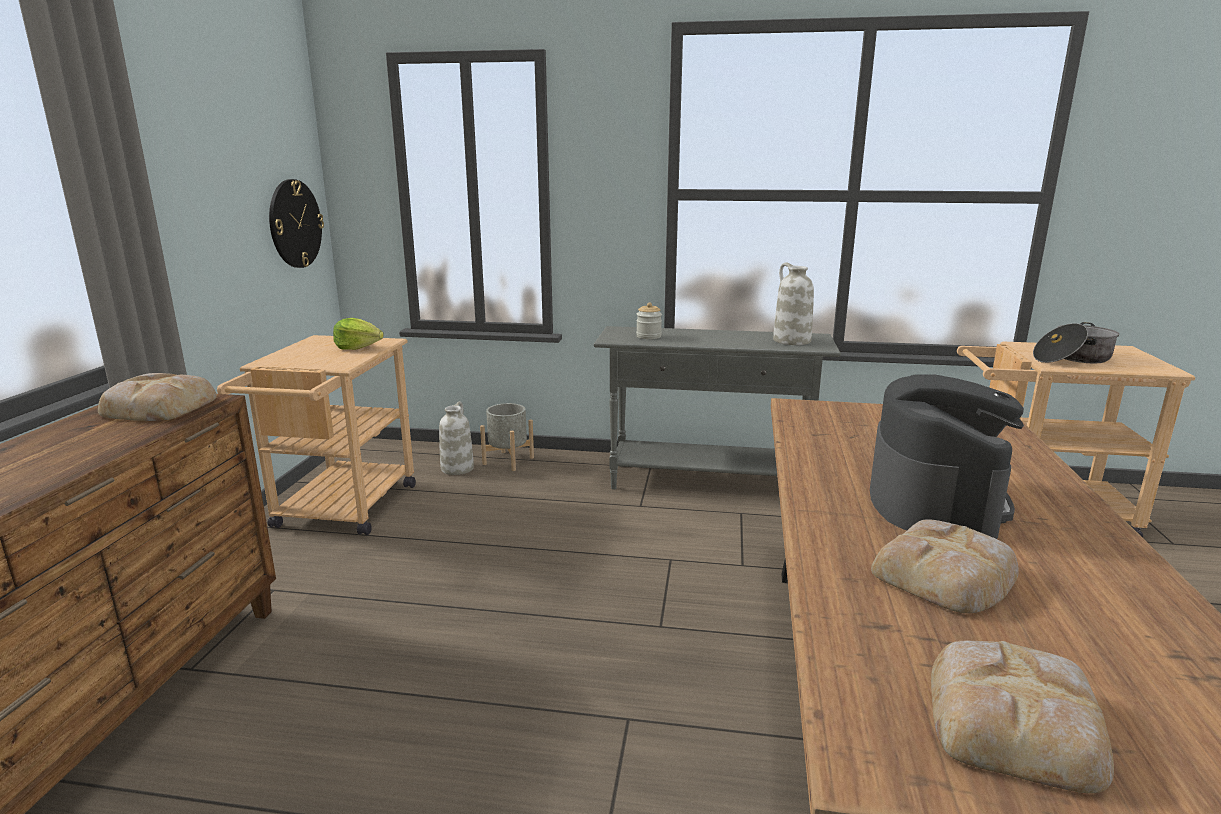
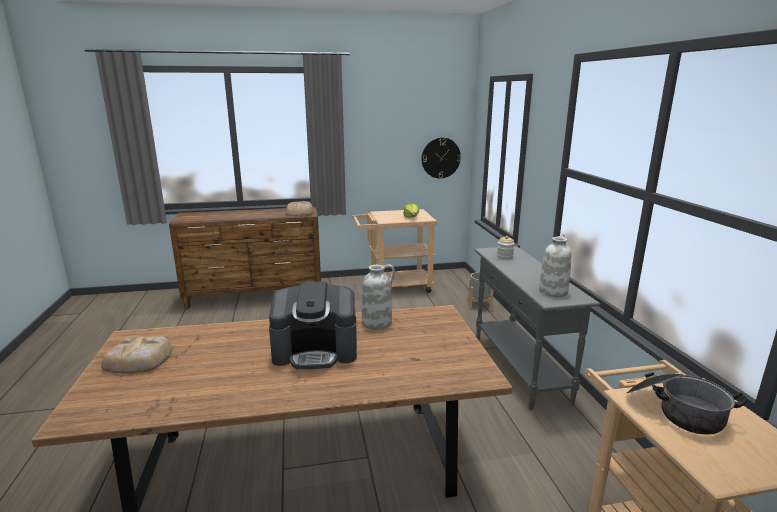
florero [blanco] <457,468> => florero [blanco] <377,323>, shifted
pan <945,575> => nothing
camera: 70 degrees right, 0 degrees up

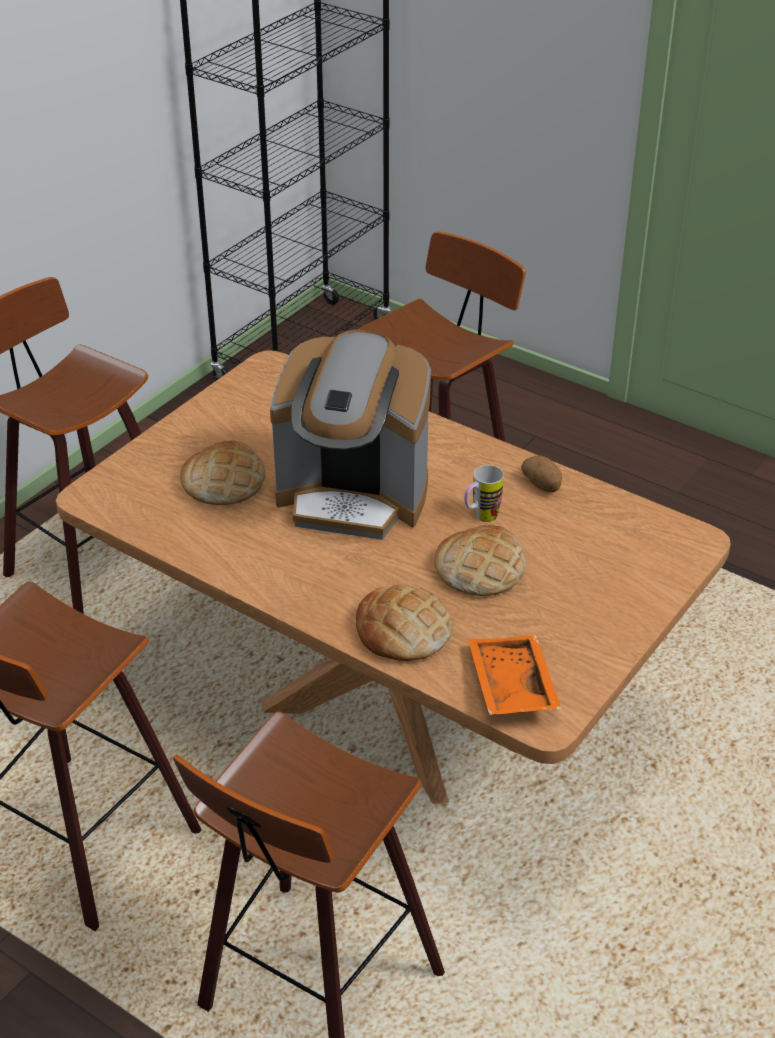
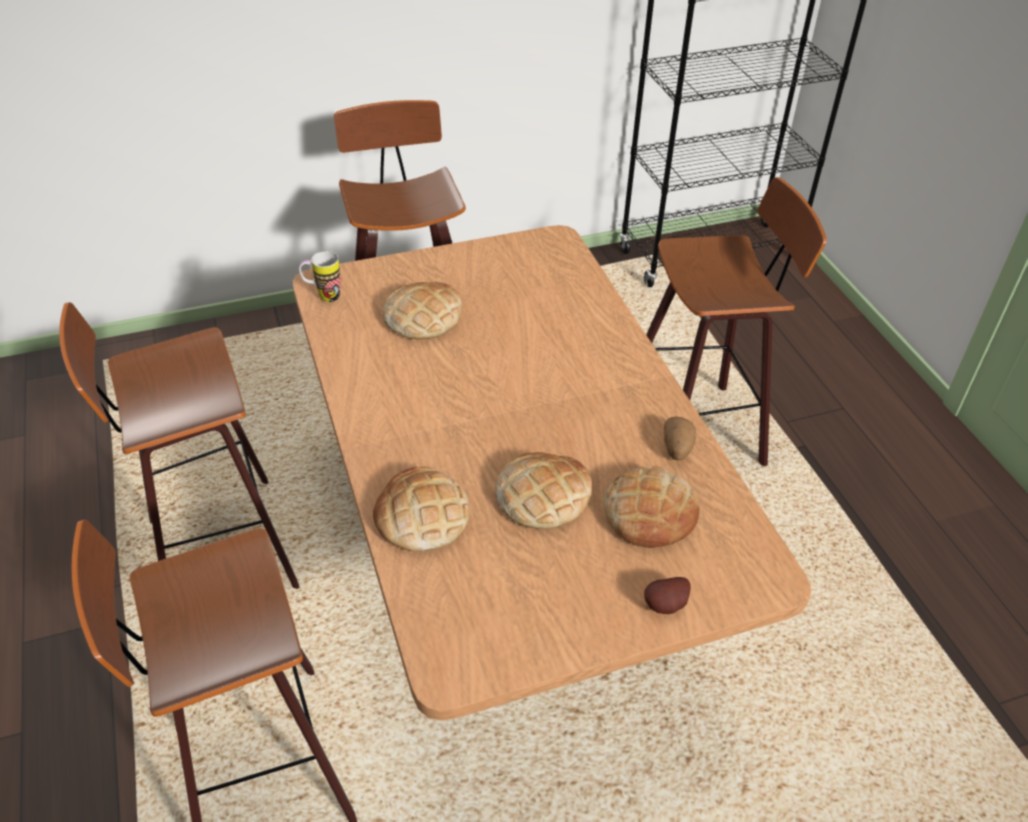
cafetera <353,497> => nothing
taza grande <480,518> => taza grande <323,296>, shifted
bandeja [naranja] <509,686> => nothing
nothing => pan <649,513>
nothing => patata <667,606>
camera: 35 degrees right, 5 degrees up

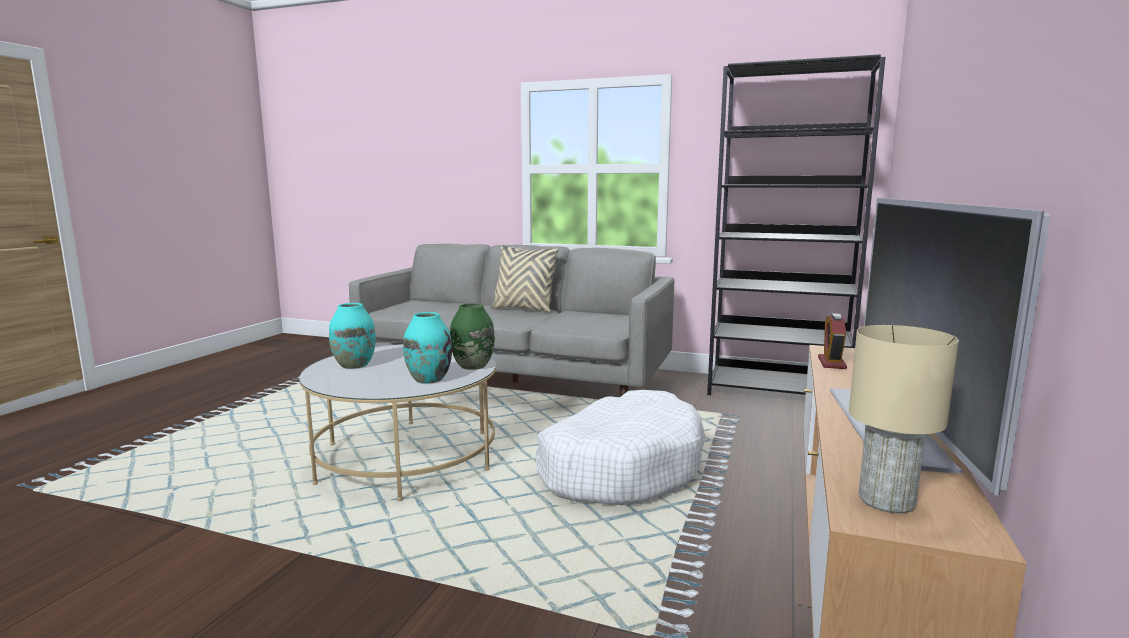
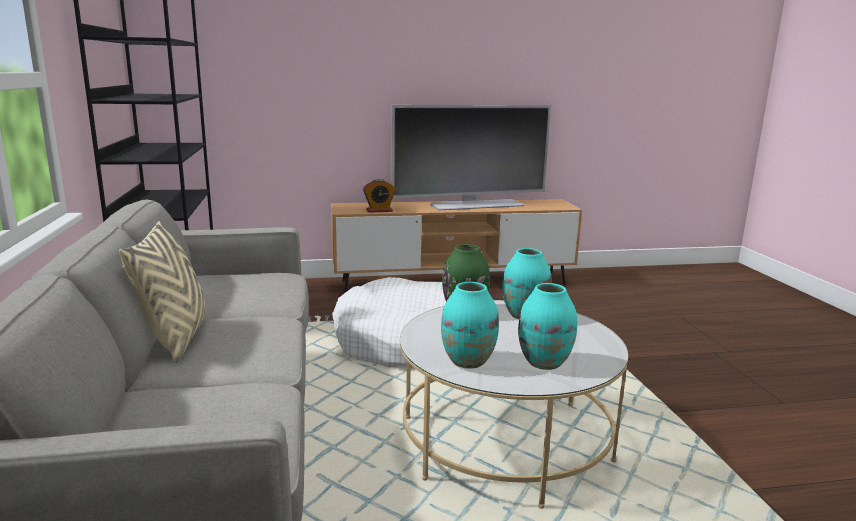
lámpara de mesa [beis] <888,501> => nothing
nothing => florero [turquesa] <468,362>
camera: 120 degrees left, 5 degrees up

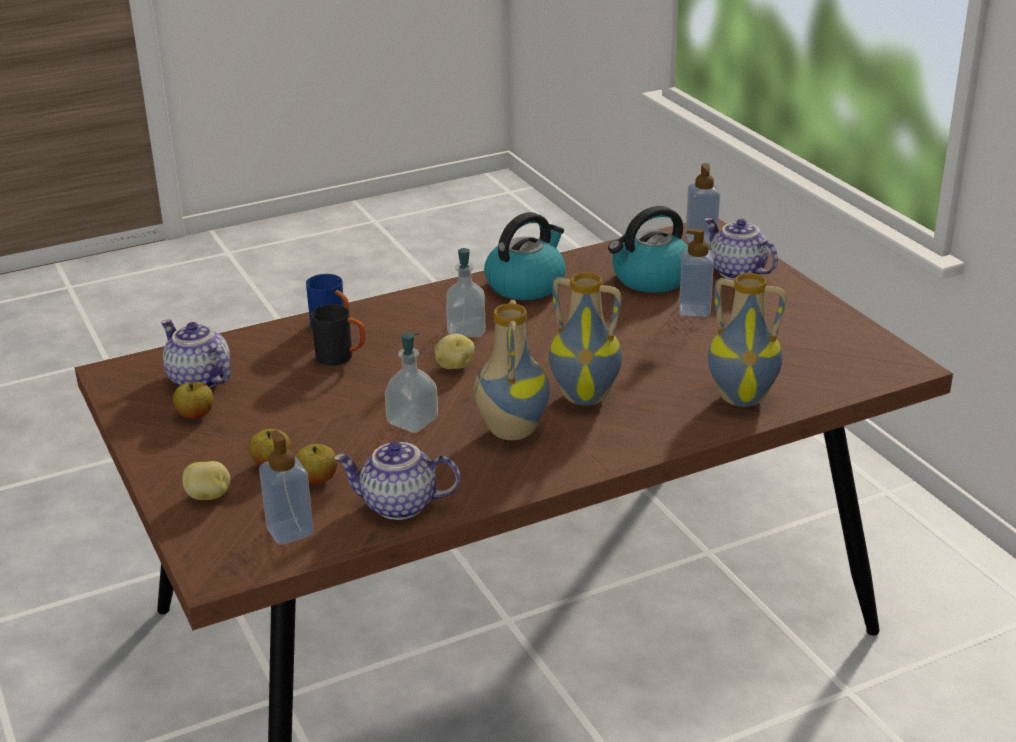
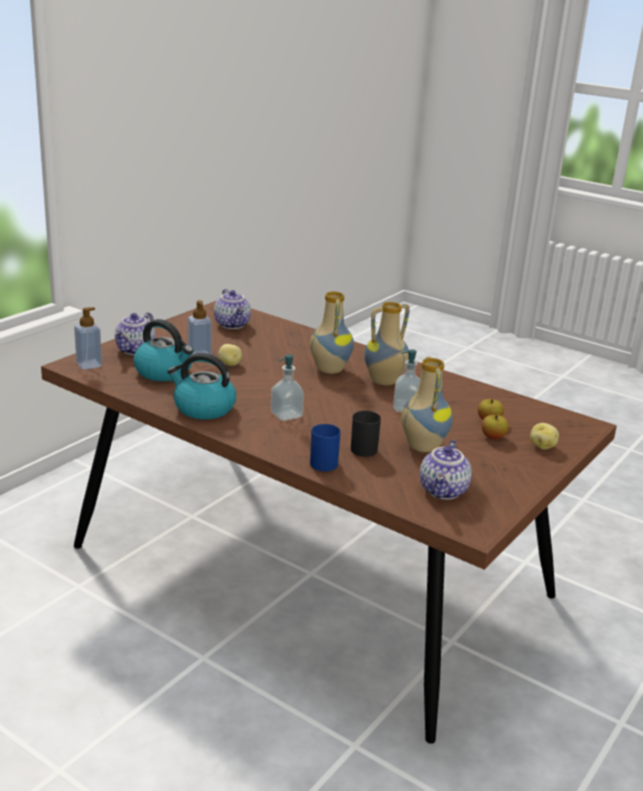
florero <742,397> => florero <421,447>, shifted
patata <454,366> => patata <229,364>, shifted
manzana <195,415> => nothing
dispensador de jabón <290,531> => nothing
tetera <398,506> => tetera <233,324>, shifted
camera: 120 degrees left, 5 degrees down

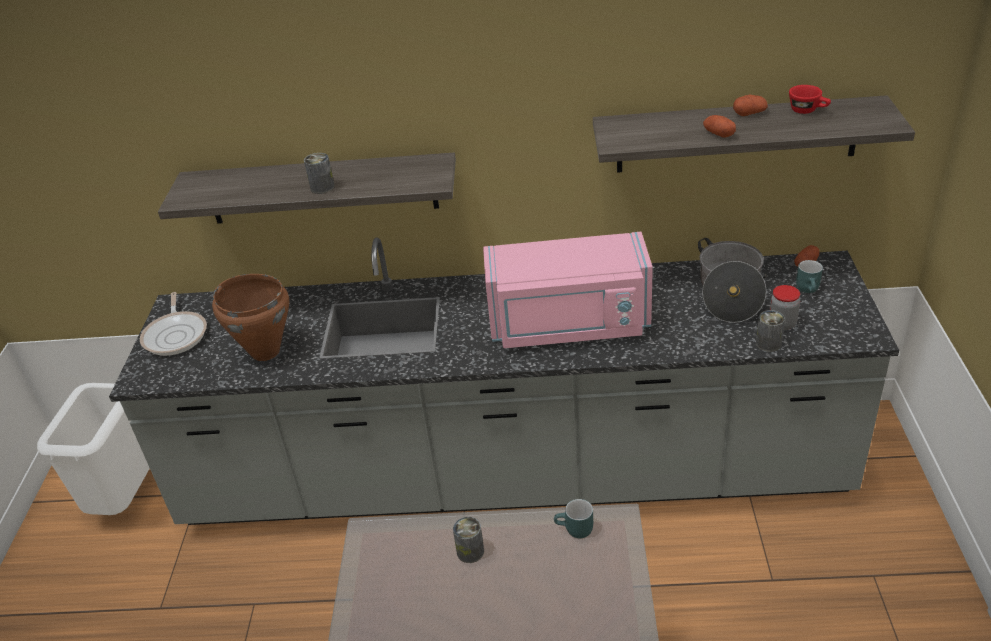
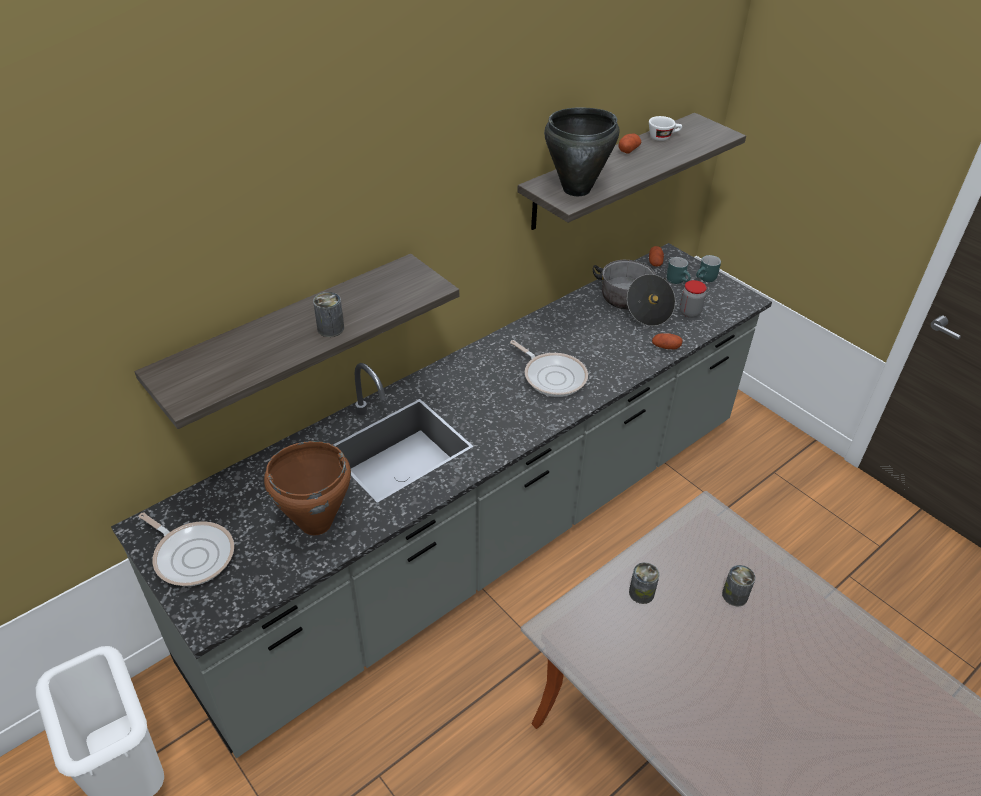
taza [rojo] <808,110> => taza [blanco] <663,137>
patata <718,134> => patata <665,347>, shifted
microondas [rosa] <569,325> => sartén <552,376>
lata <768,343> => lata <734,595>, shifted
taza grande [turquesa] <575,531> => taza grande [turquesa] <706,279>, shifted
nothing => olla [negro] <577,190>
camera: 45 degrees left, 5 degrees up

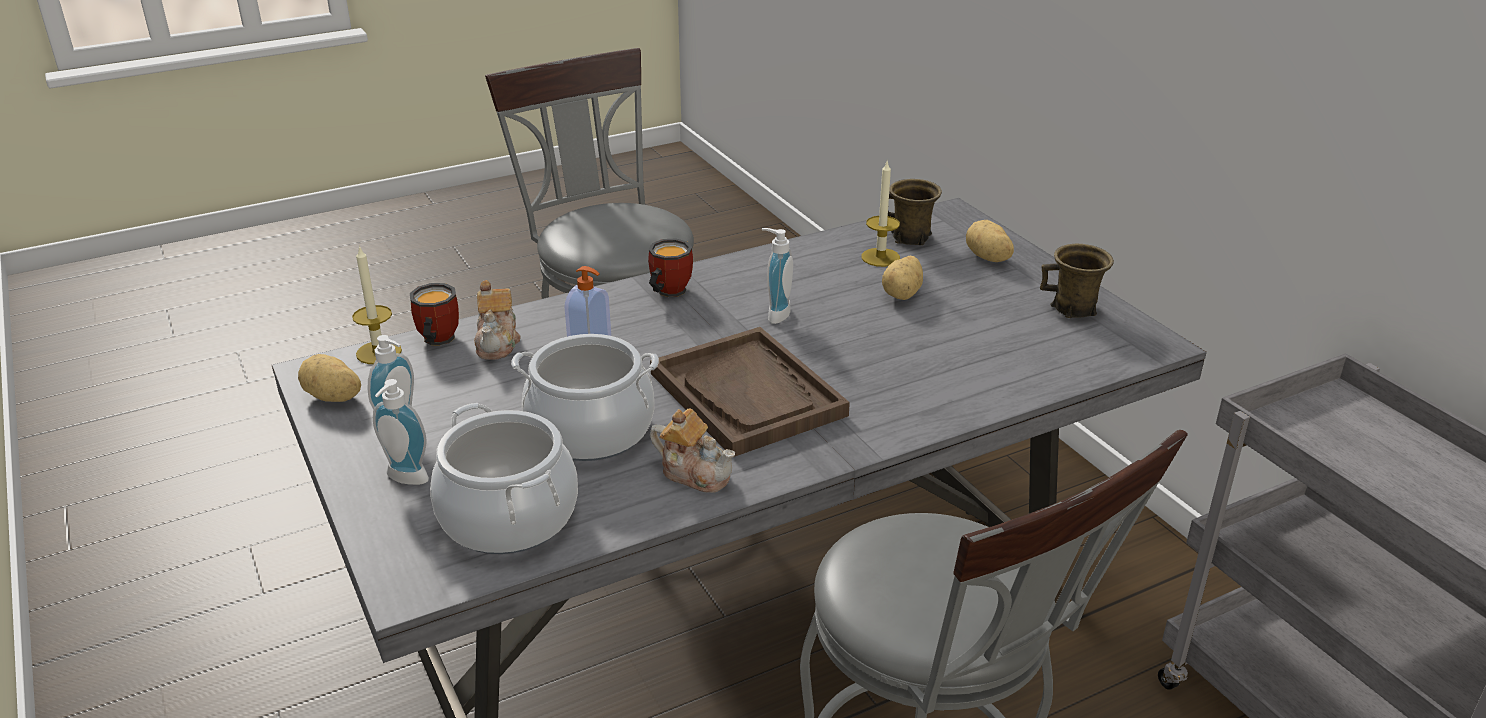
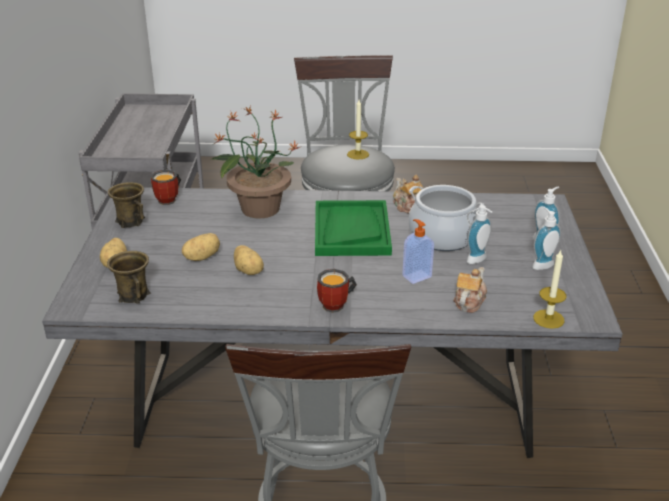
vela <880,257> => vela <358,154>, shifted
dispensador de jabón <775,314> => dispensador de jabón <478,260>, shifted
taza grande <435,341> => taza grande <170,199>, shifted
bandeja [marrón] <747,394> => bandeja [verde] <351,230>
patata <333,398> => patata <249,271>, shifted
olla <508,517> => nothing
nothing => planta en maceta <259,208>
camera: 150 degrees left, 0 degrees up

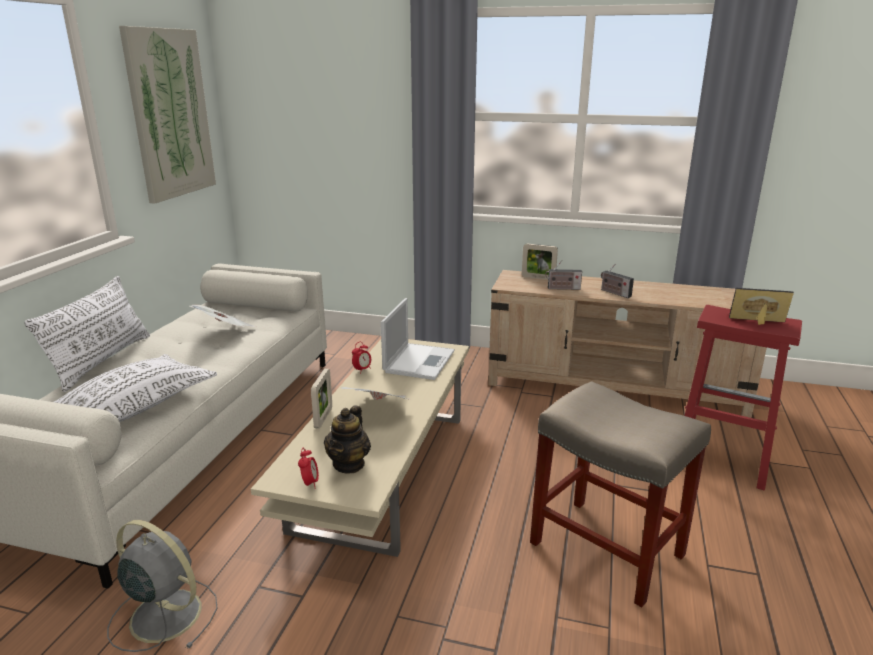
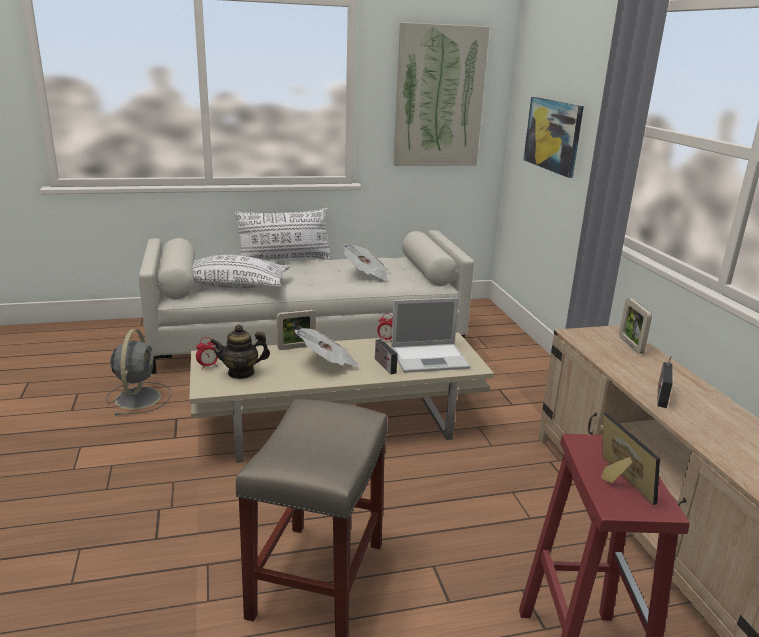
radio <562,288> => radio <384,365>, shifted
nothing => cuadro <553,135>
camera: 60 degrees right, 0 degrees up

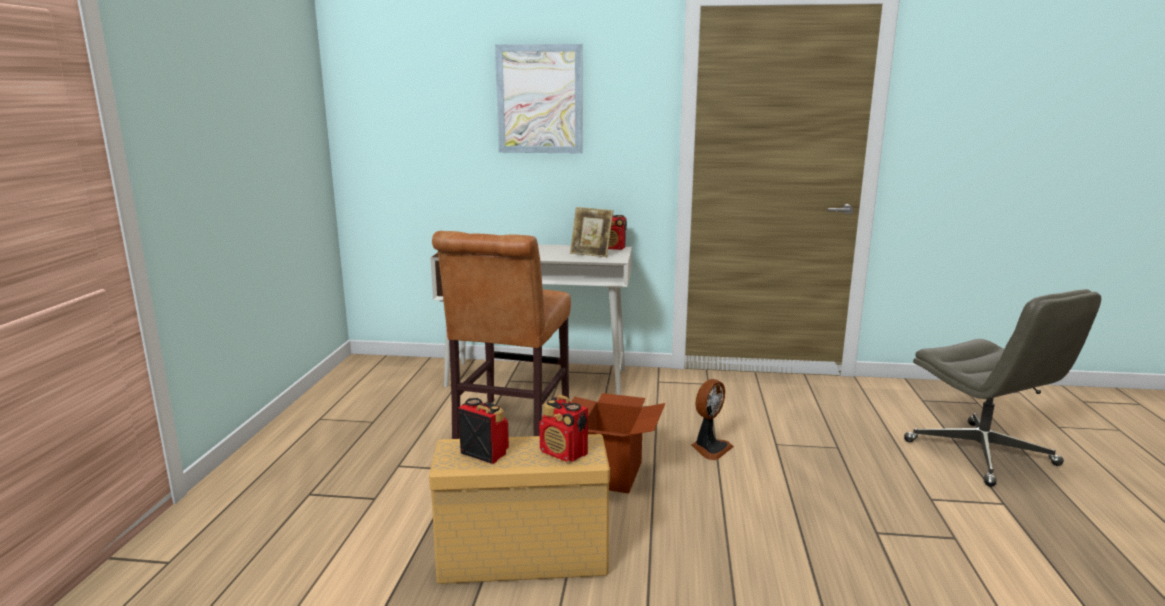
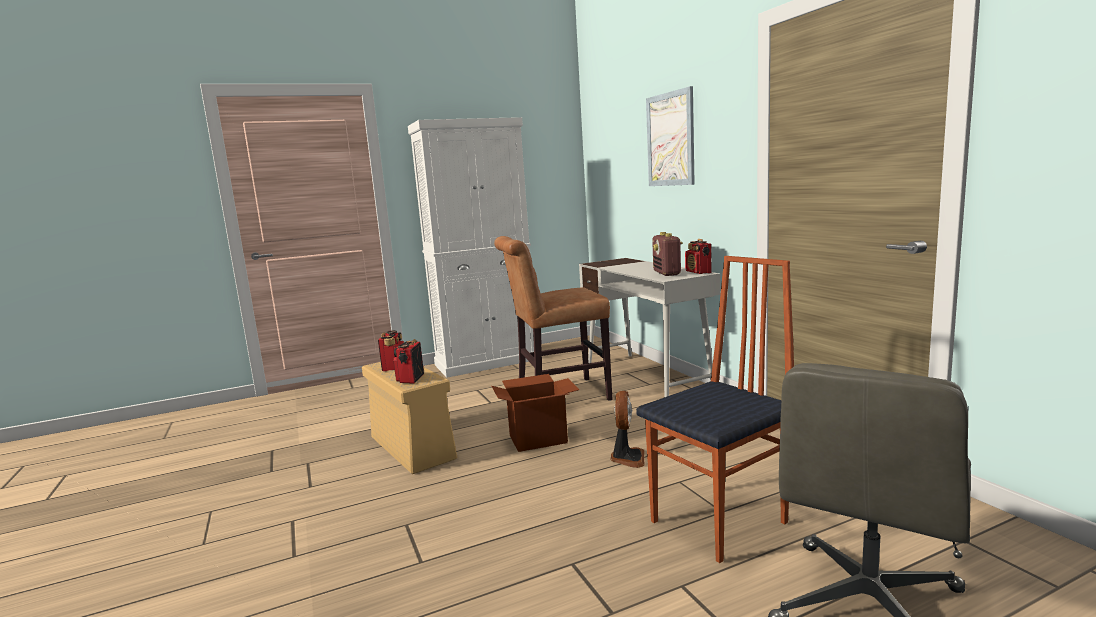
portarretratos <591,254> => radio <667,273>
ventilador <709,448> => ventilador <627,458>, 90 degrees counterclockwise
nothing => armario [blanco] <487,362>
nothing => silla <721,522>
camera: 60 degrees right, 5 degrees down

